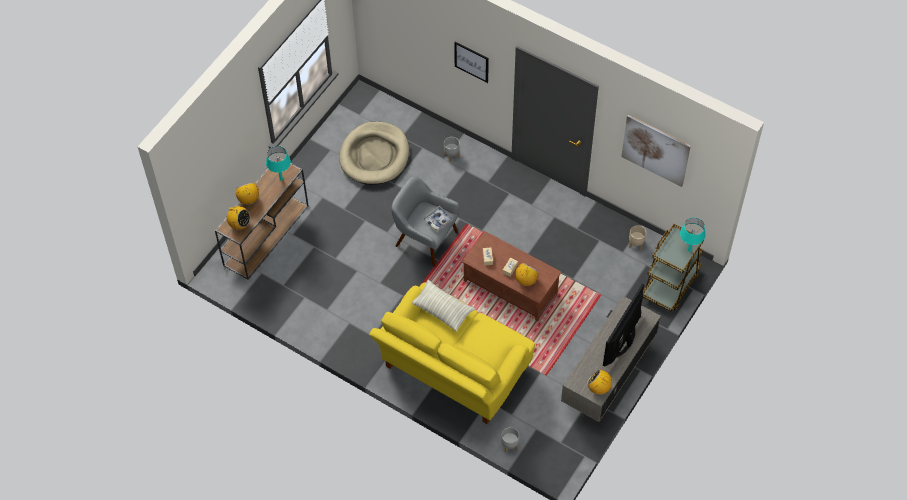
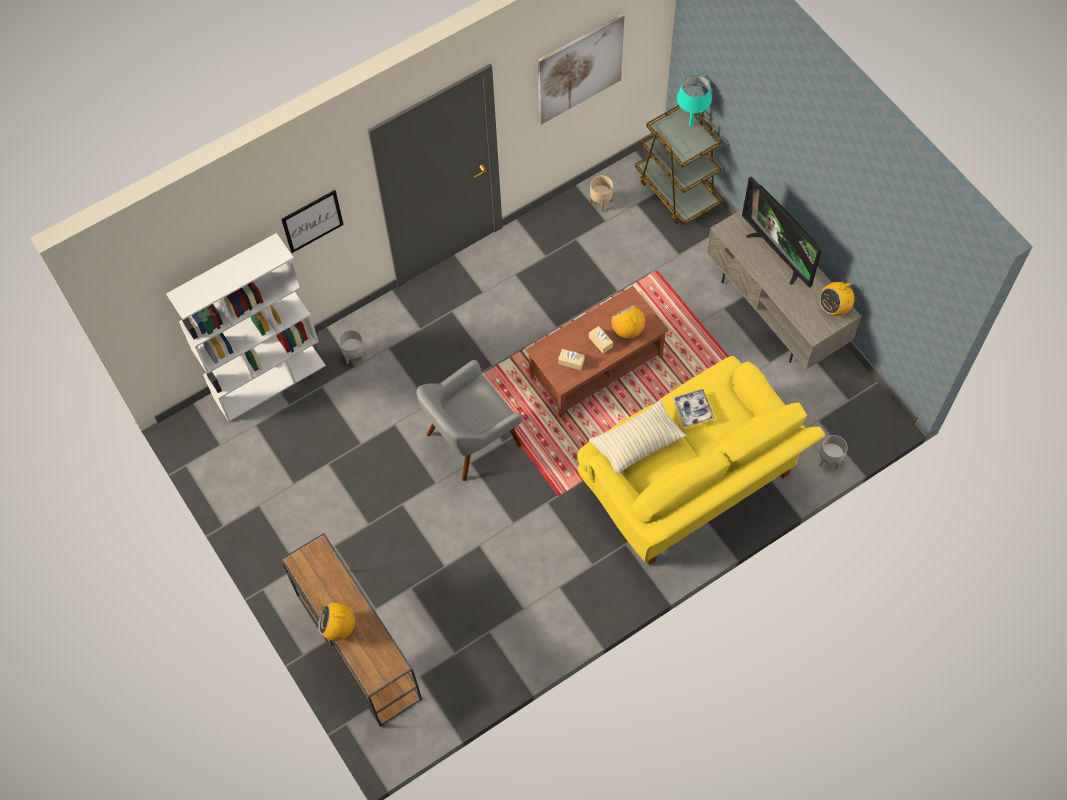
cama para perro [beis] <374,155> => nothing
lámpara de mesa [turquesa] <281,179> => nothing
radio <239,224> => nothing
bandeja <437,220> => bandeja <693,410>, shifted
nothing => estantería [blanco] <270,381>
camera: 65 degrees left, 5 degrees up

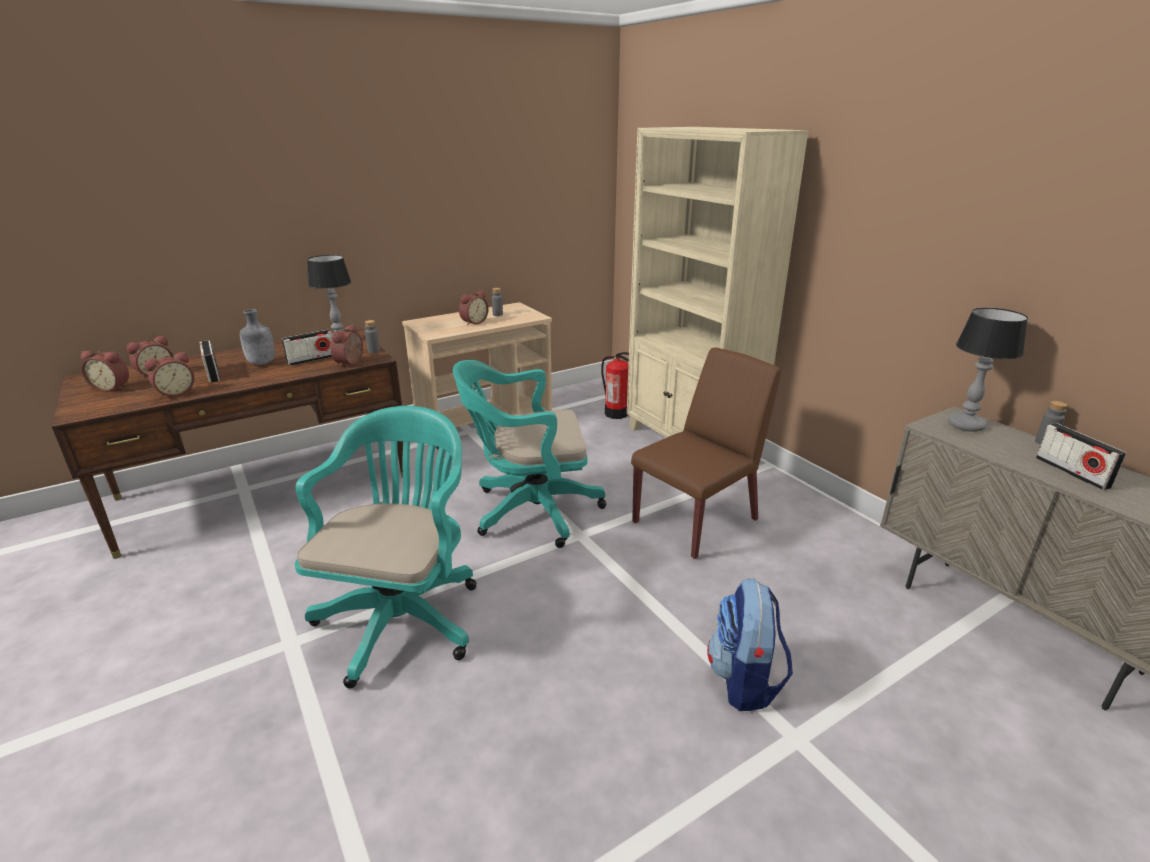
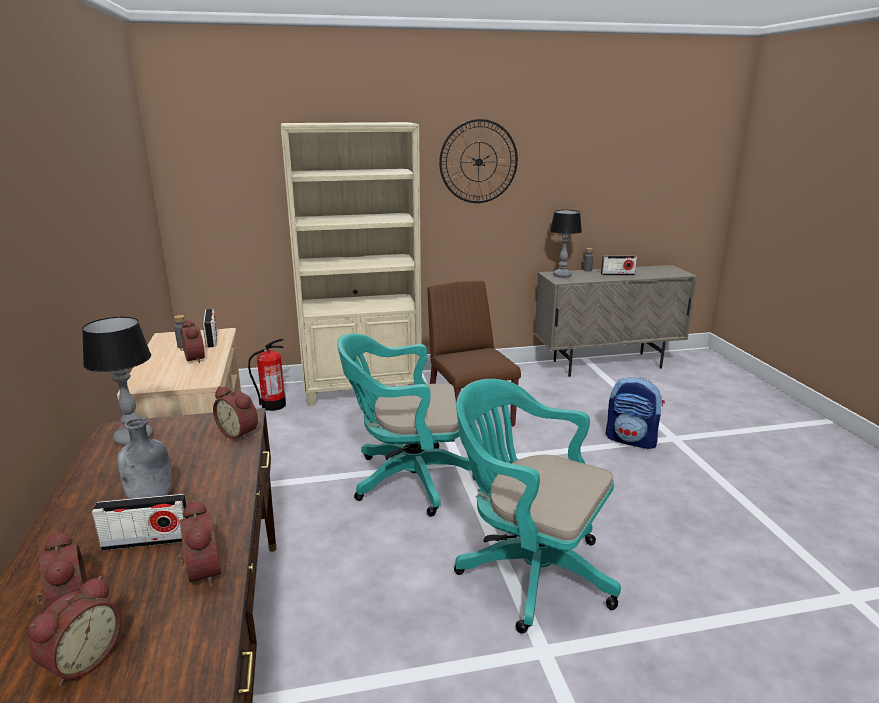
botella [gris] <374,351> => nothing
radio <311,360> => radio <211,339>, shifted
silla de oficina [turquesa] <529,511> => silla de oficina [turquesa] <406,479>, 75 degrees clockwise
nothing => reloj de pared <478,162>
camera: 70 degrees left, 5 degrees down

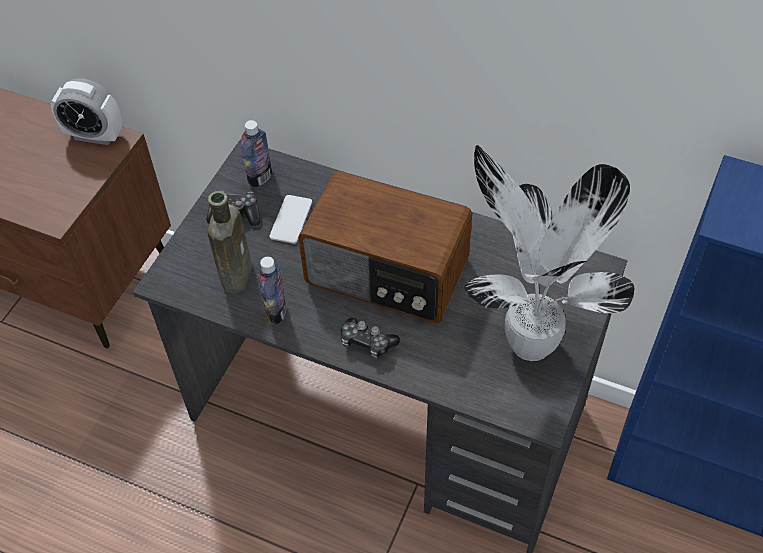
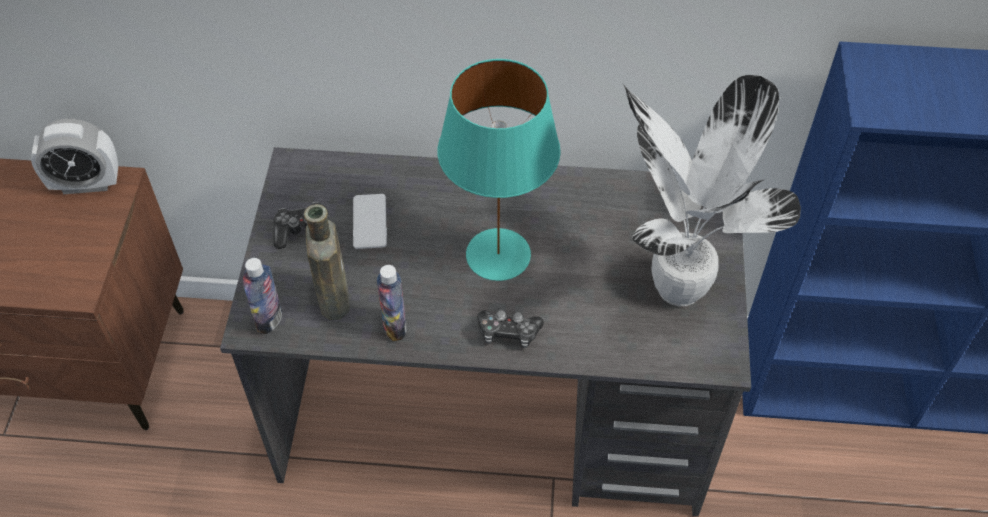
botella <260,177> => botella <269,319>, shifted
radio <386,273> => lámpara de mesa [turquesa] <499,253>
camera: 20 degrees left, 0 degrees up

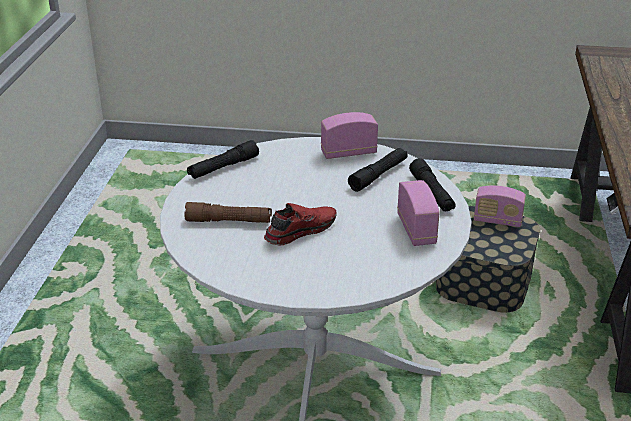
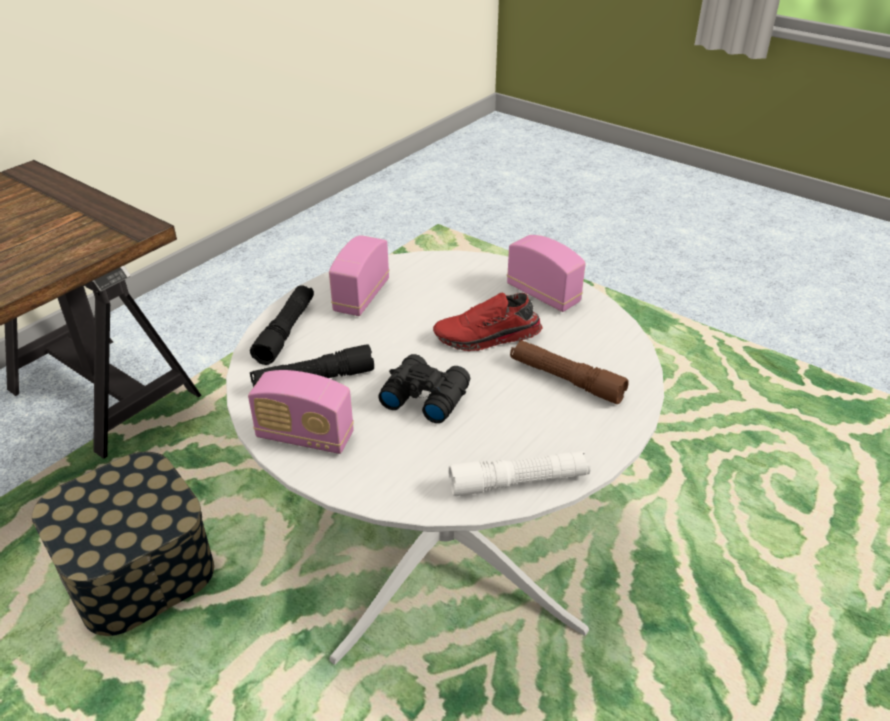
linterna [negro] <223,167> => linterna [blanco] <518,482>
radio <497,221> => radio <543,294>, shifted
nothing => prismáticos [negro] <424,396>
camera: 150 degrees left, 5 degrees up

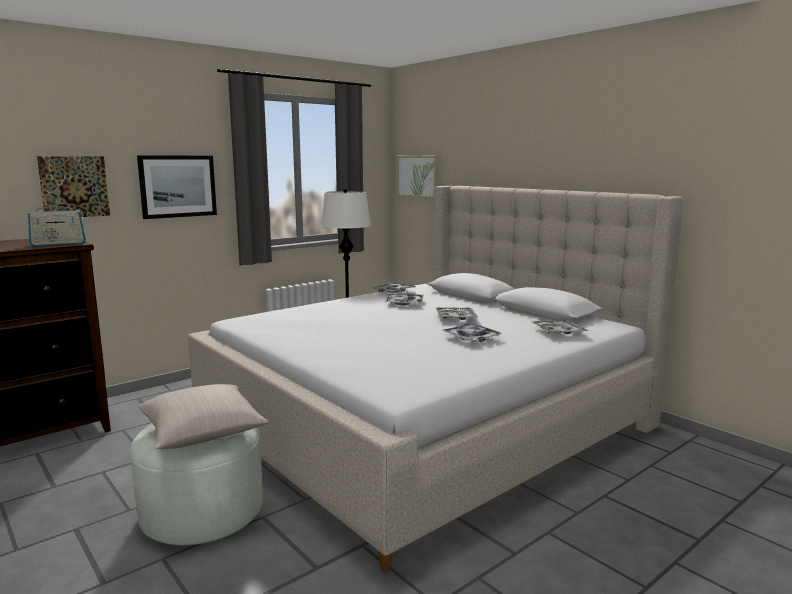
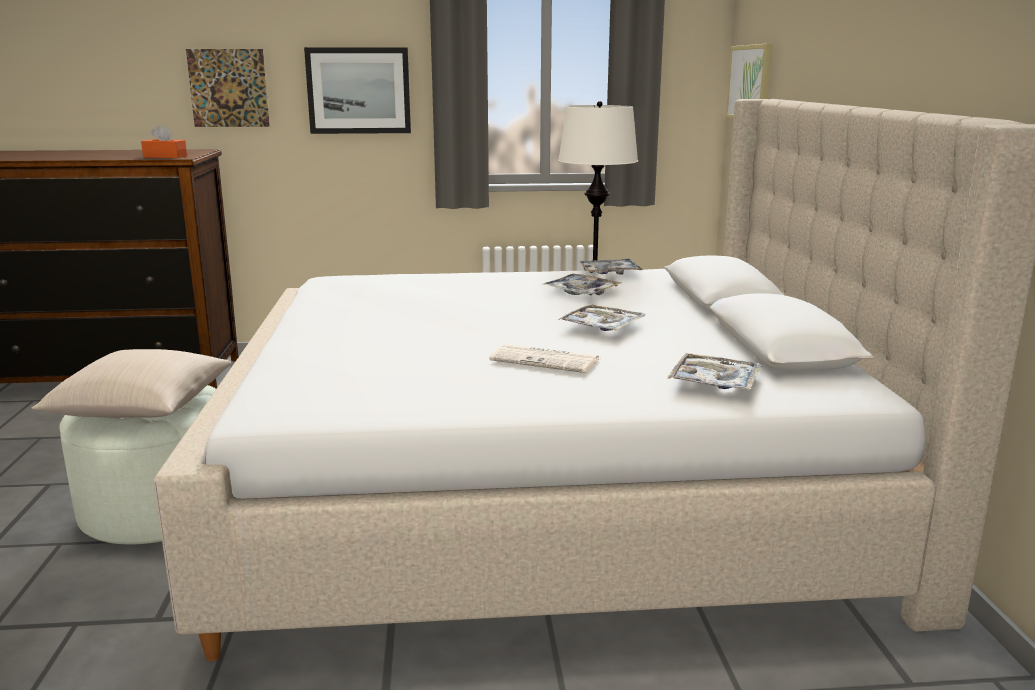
radio <58,244> => caja de pañuelos [naranja] <165,156>
bandeja <471,338> => periódico <546,360>
camera: 35 degrees right, 5 degrees up

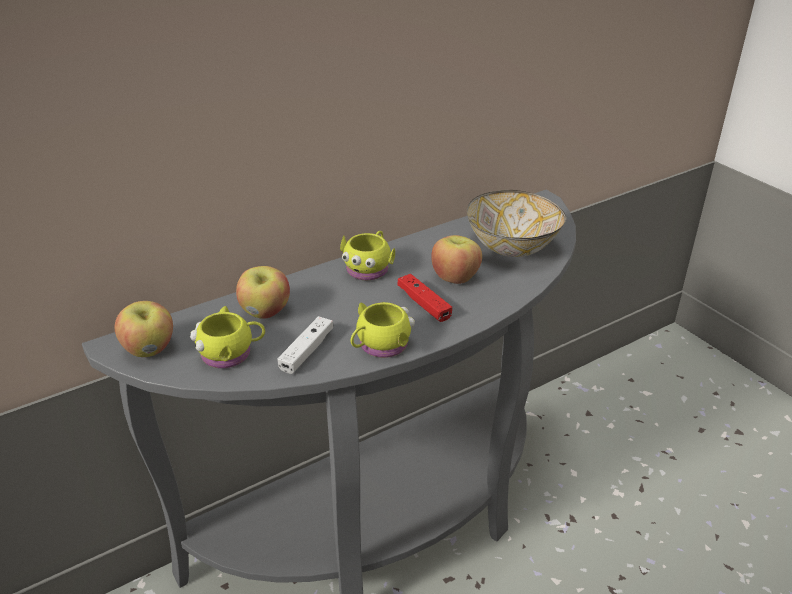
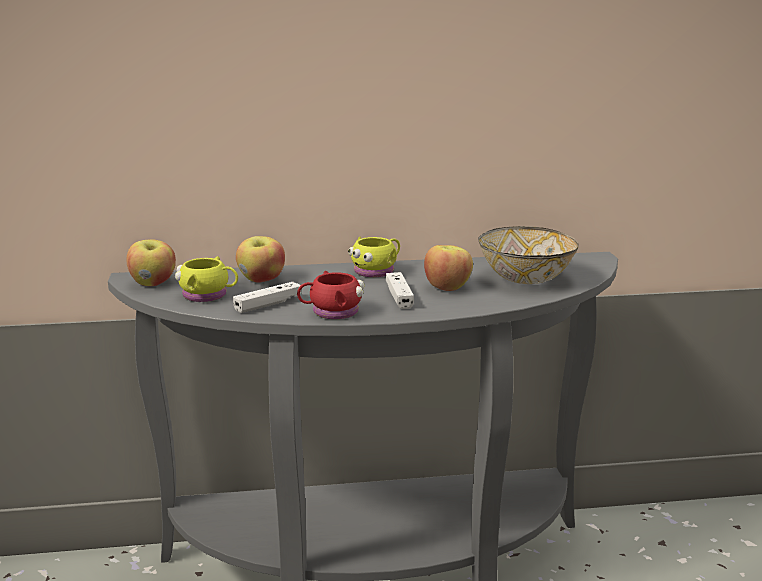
mando de consola [rojo] <424,304> => mando de consola [blanco] <399,297>
taza grande [amarillo] <380,346> => taza grande [rojo] <331,312>
camera: 25 degrees right, 15 degrees down

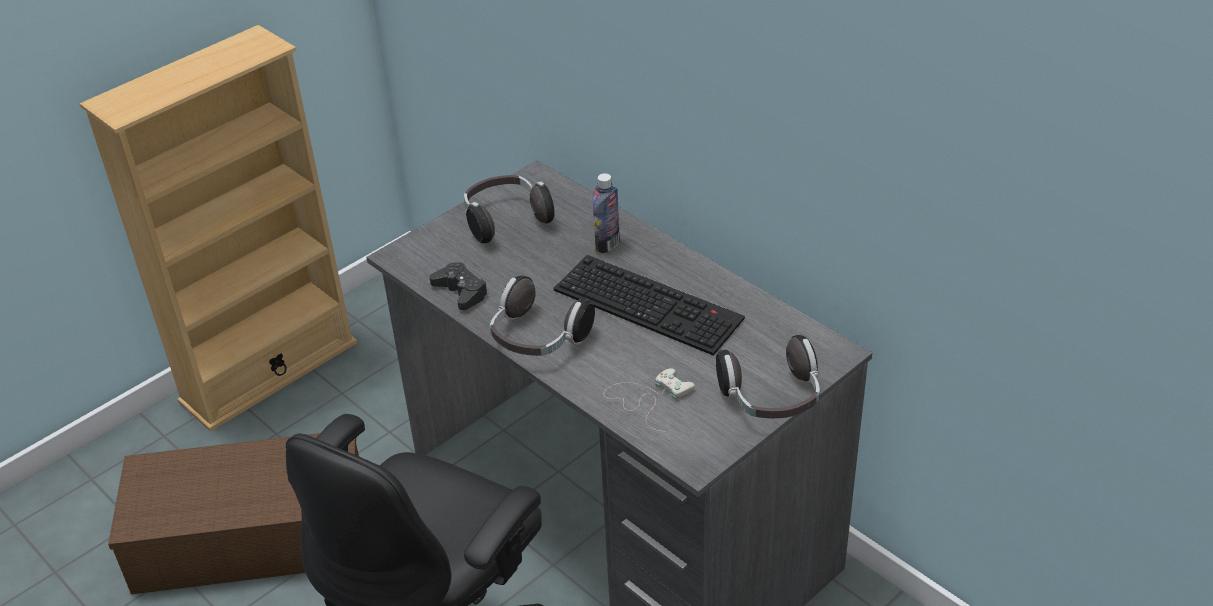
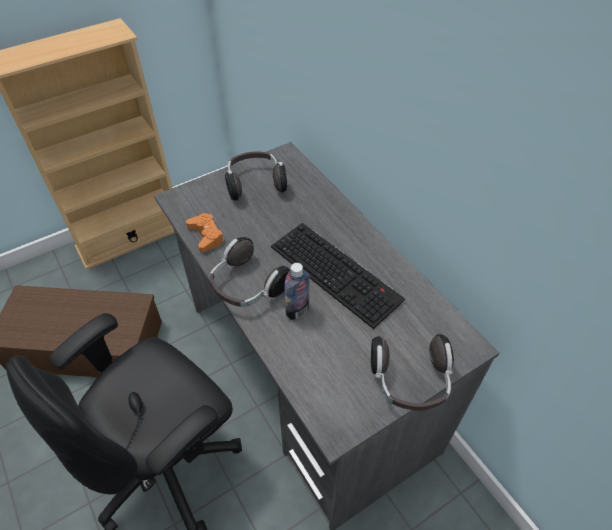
botella <607,244> => botella <297,311>, shifted
mando de consola [negro] <461,292> => mando de consola [naranja] <206,235>
mando de consola [blanco] <648,398> => nothing
camera: 10 degrees right, 10 degrees up

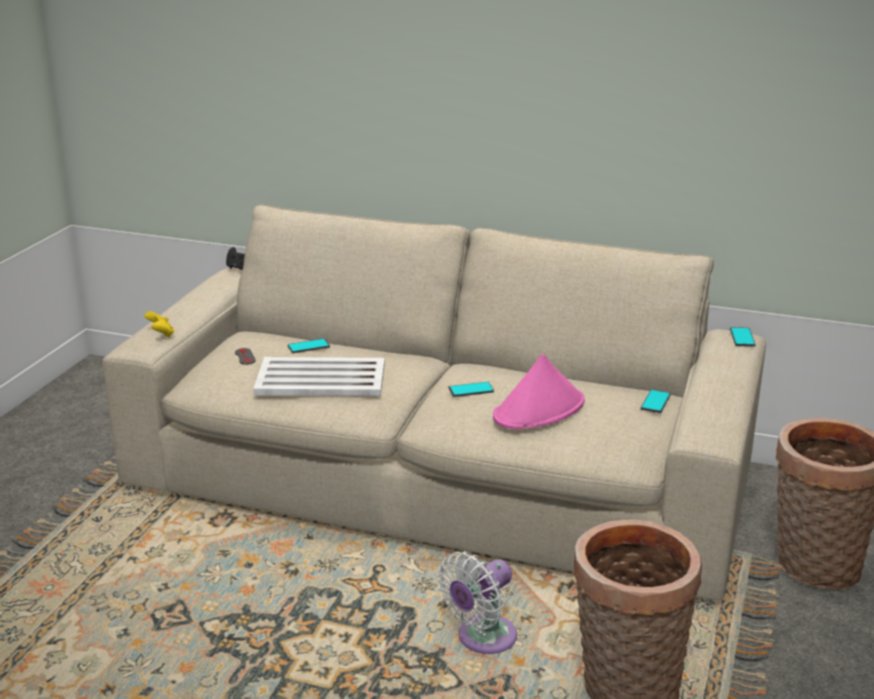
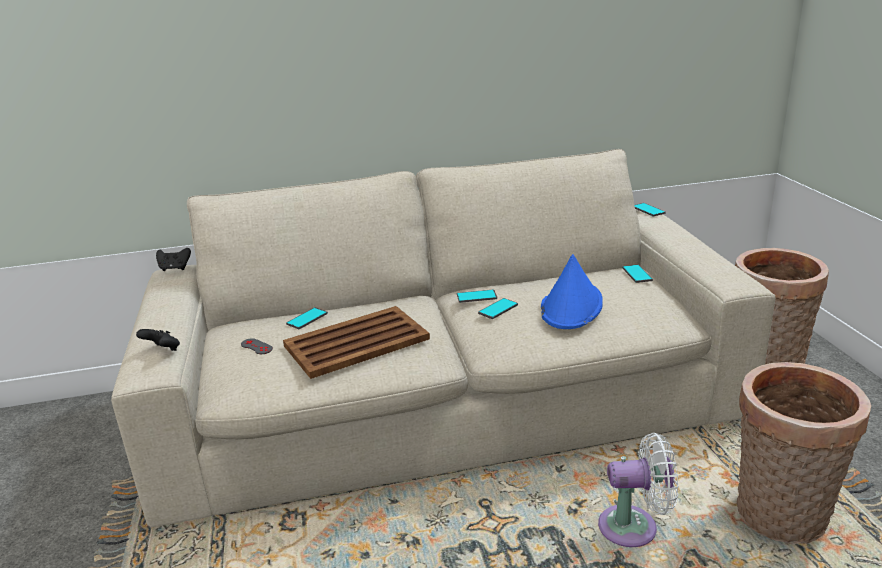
mando de consola [amarillo] <161,334> => mando de consola [negro] <163,350>
sombrero [rosa] <539,410> => sombrero [azul] <571,307>
bandeja [blanco] <322,379> => bandeja [marrón] <358,342>
ventilador [blanco] <482,639> => ventilador [blanco] <634,527>, 105 degrees counterclockwise
nothing => móvil <476,296>
camera: 30 degrees left, 0 degrees up

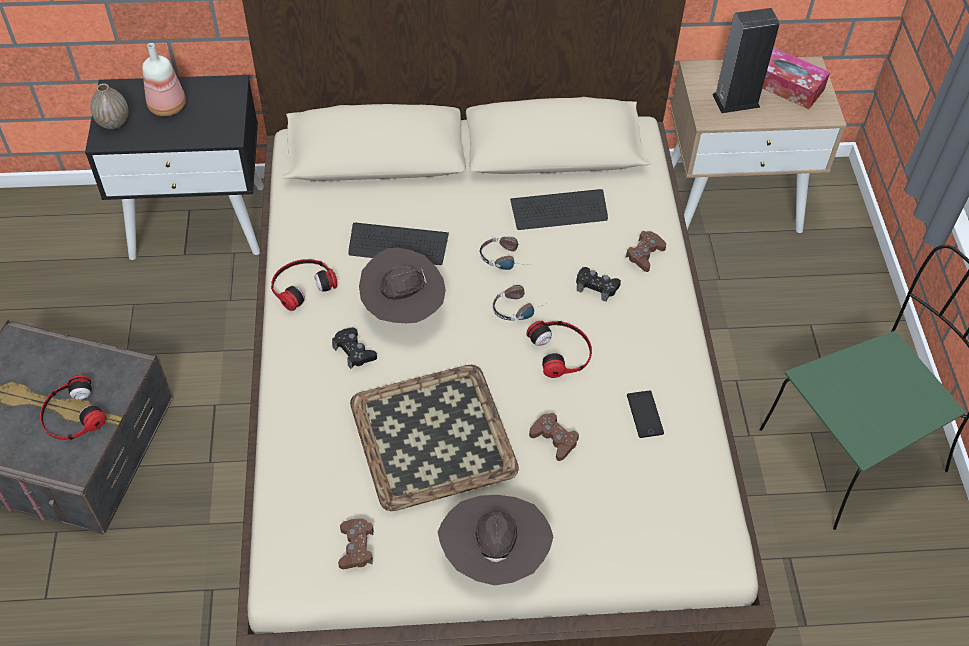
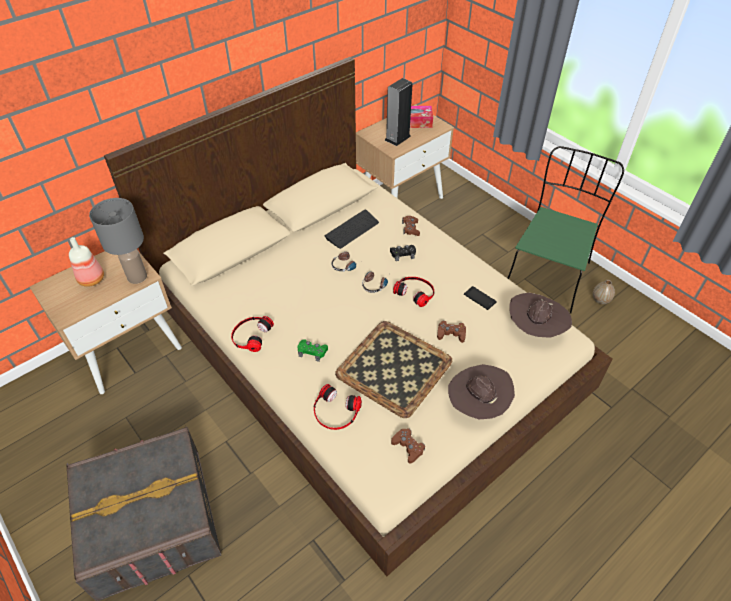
mesita de noche [negro] <199,221> => mesita de noche [beis] <128,350>
florero <113,123> => florero <600,300>, shifted
teclado <398,245> => nothing
sombrero [marrón] <403,309> => sombrero [marrón] <534,329>, shifted
mando de consola [negro] <354,351> => mando de consola [verde] <312,352>
auriculares <72,415> => auriculares <335,411>, shifted
nothing => lámpara de mesa [gris] <137,276>
camera: 35 degrees left, 5 degrees down

